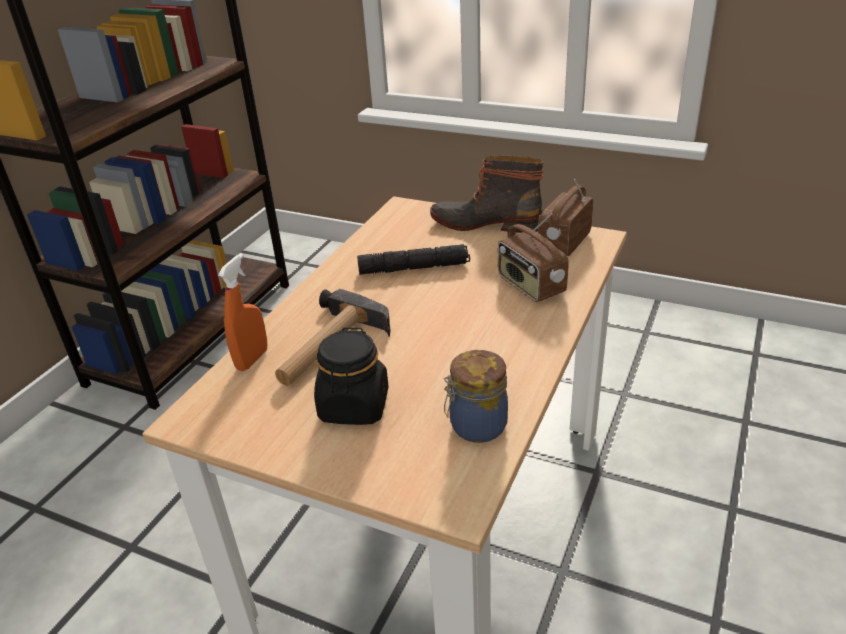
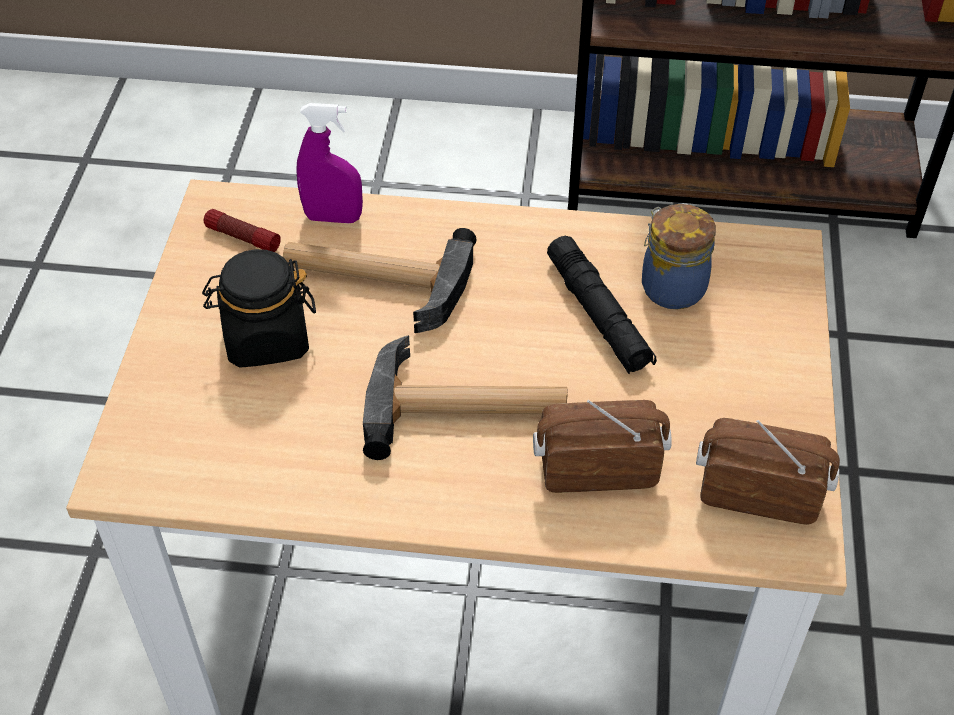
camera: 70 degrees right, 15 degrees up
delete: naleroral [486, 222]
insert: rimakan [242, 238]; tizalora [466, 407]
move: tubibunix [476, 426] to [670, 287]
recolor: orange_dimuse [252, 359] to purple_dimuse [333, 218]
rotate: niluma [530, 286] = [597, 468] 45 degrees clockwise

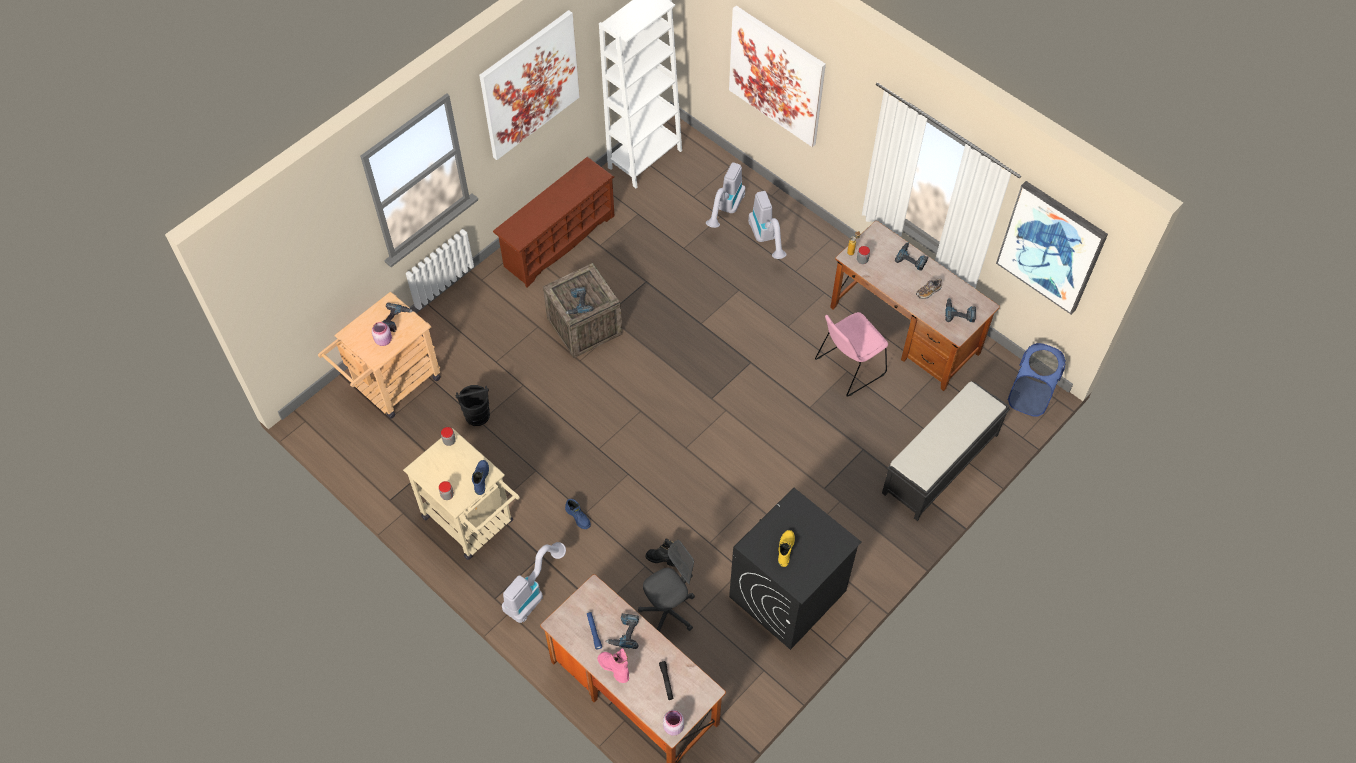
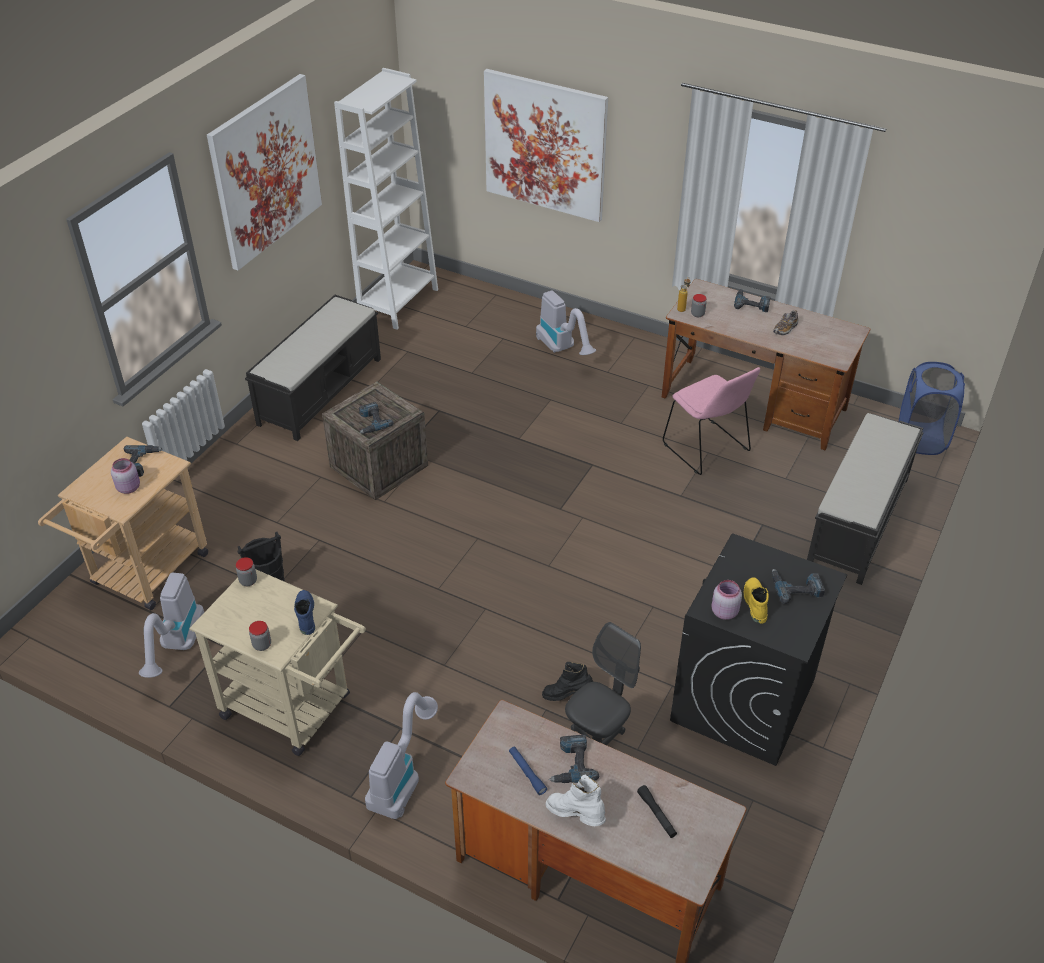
camera: 15 degrees left, 15 degrees down
delete: blue_naleroral [578, 517]; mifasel [1051, 247]
move: pink_tubibunix [673, 726] to [723, 611]; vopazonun [725, 210] to [177, 647]; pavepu [959, 312] to [796, 587]
replace: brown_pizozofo [558, 240] to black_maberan [321, 390]
recolor: pink_naleroral [615, 669] to white_naleroral [576, 816]
rotate: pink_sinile [848, 368] = [707, 449] 75 degrees counterclockwise

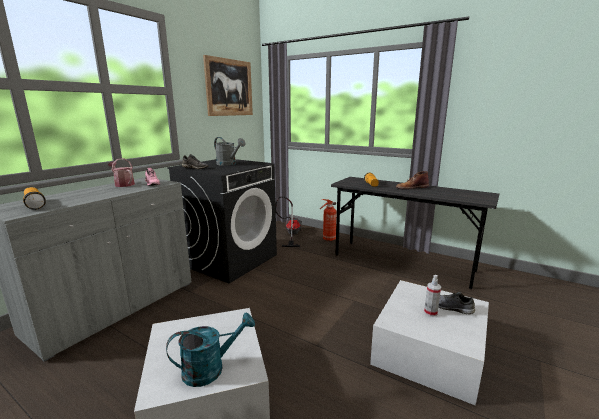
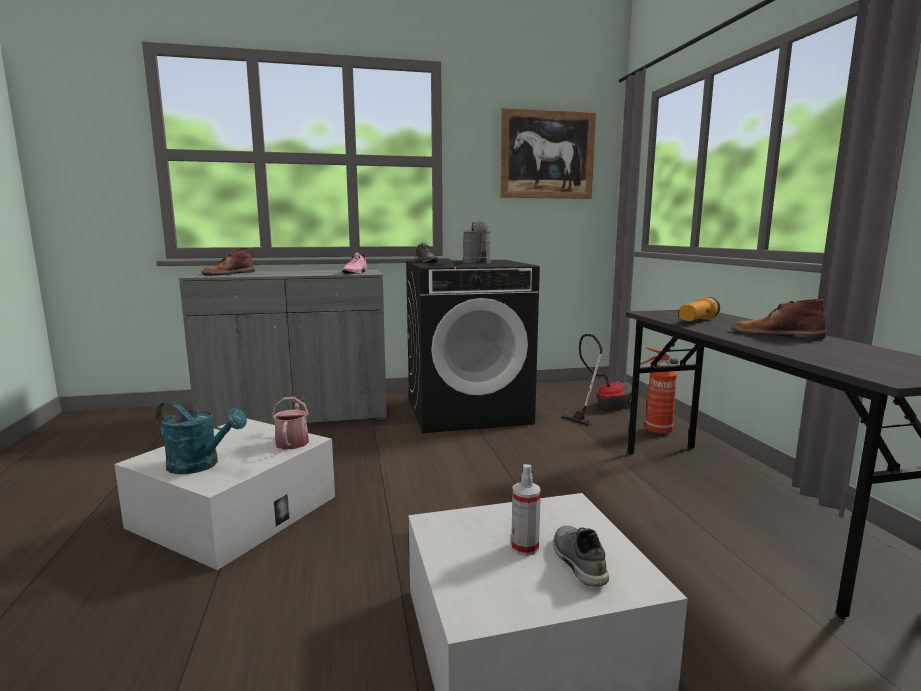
camera: 45 degrees right, 5 degrees down
move: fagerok [123, 184] to [293, 440]
replace: rimakan [35, 205] to brown_naleroral [228, 274]

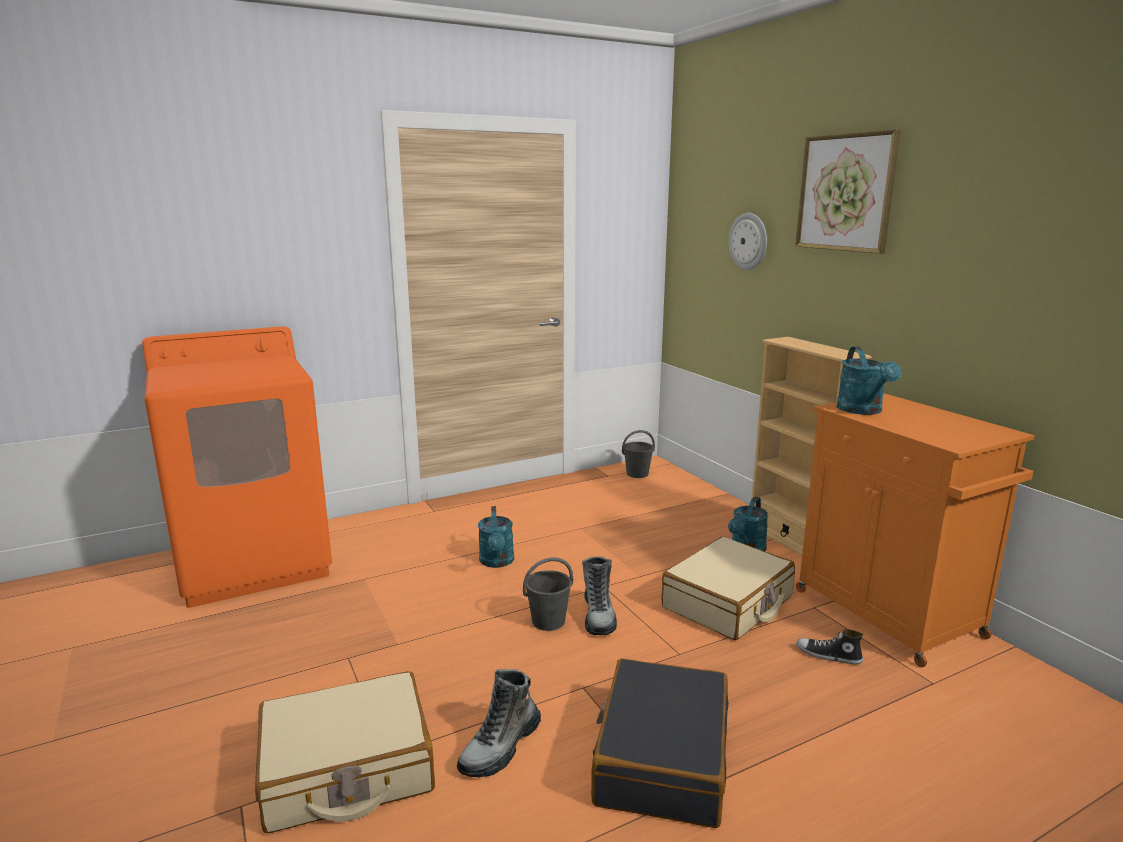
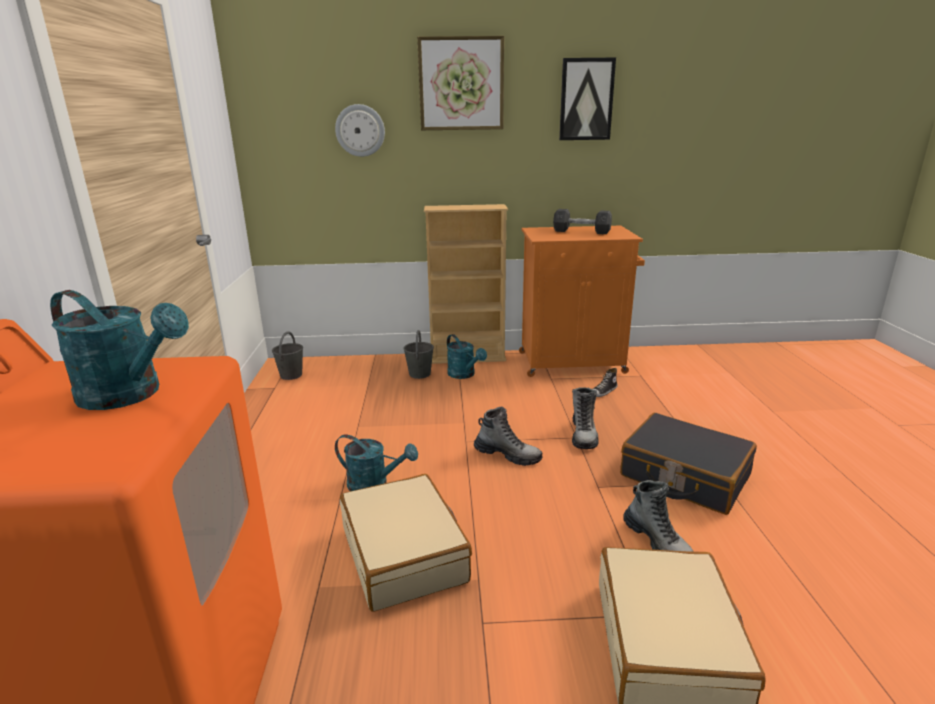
camera: 65 degrees left, 5 degrees up
insert: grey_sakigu [581, 231]; mifasel [586, 99]; naleroral [583, 435]
move: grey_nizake [549, 621] to [419, 374]; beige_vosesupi [728, 603] to [404, 554]; turquoise_fagerok [863, 411] to [130, 395]

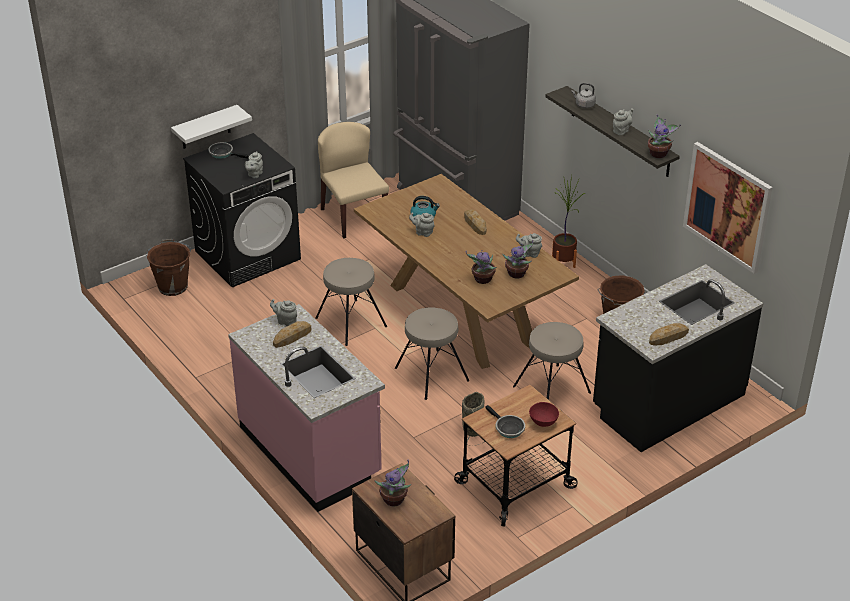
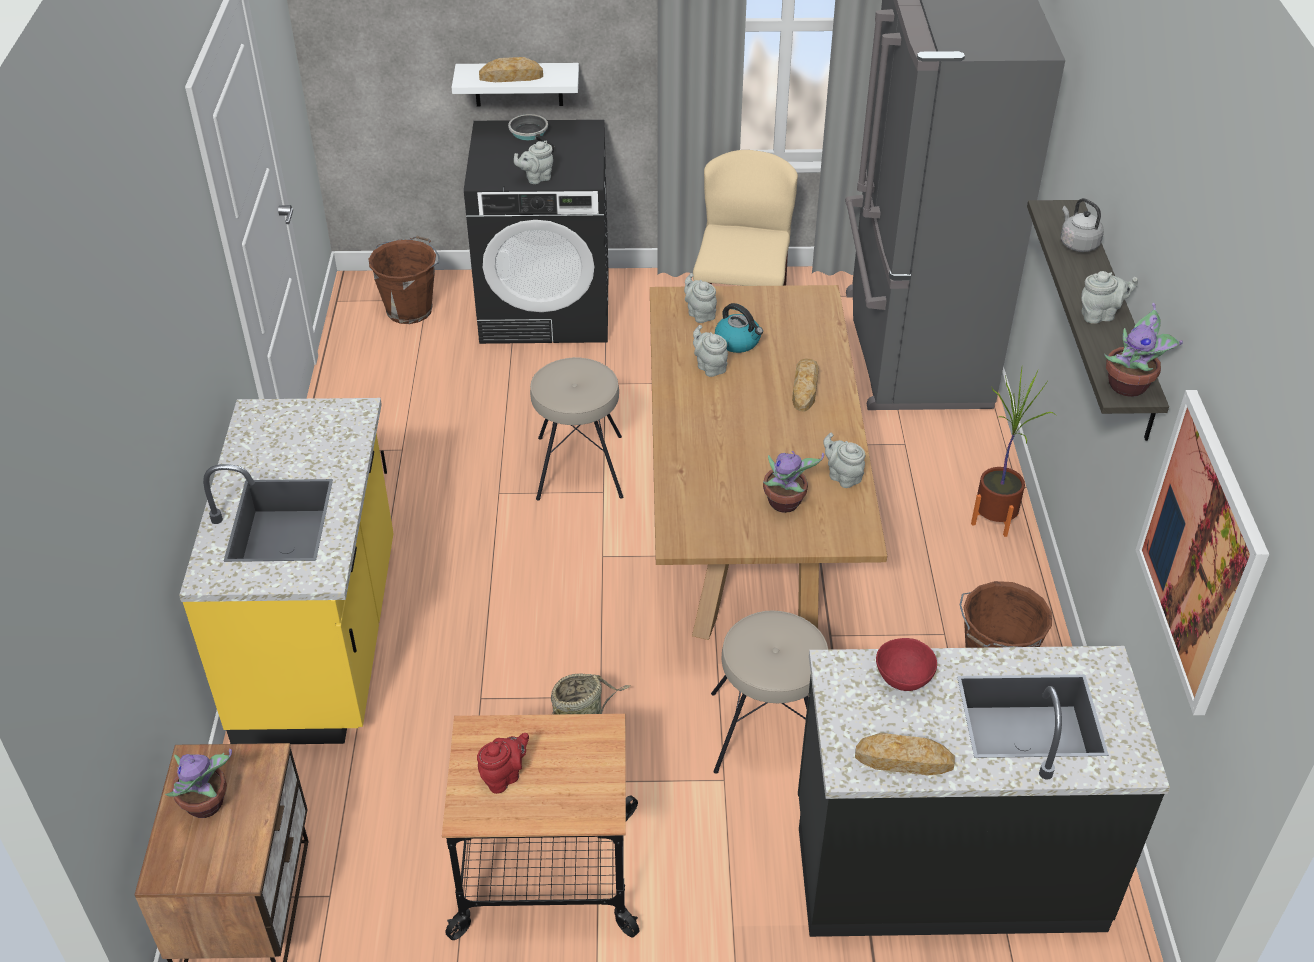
camera: 35 degrees right, 5 degrees up
delete: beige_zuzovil [431, 374]; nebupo [482, 280]
move: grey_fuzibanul [285, 321] to [700, 314]; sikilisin [292, 337] to [511, 76]; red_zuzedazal [543, 422] to [902, 679]
replace: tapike [507, 428] to red_fuzibanul [504, 776]
recolor: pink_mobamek [311, 452] to yellow_mobamek [322, 641]

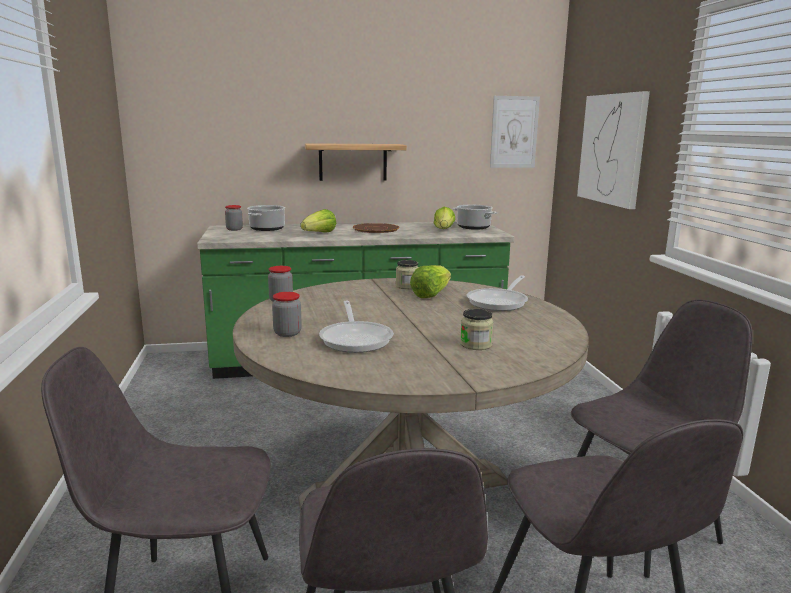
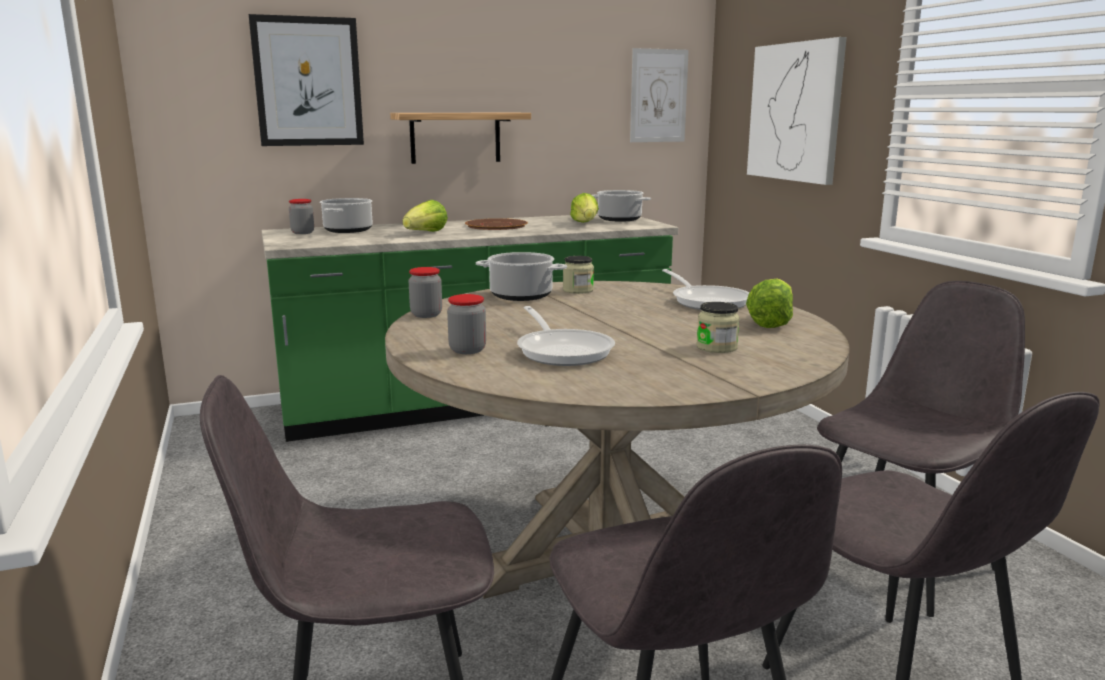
camera: 10 degrees left, 0 degrees up
insert: mifasel [308, 82]; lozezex [520, 296]
move: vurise [431, 294] to [771, 322]
rotate: tapike [499, 302] = [707, 301] 45 degrees counterclockwise

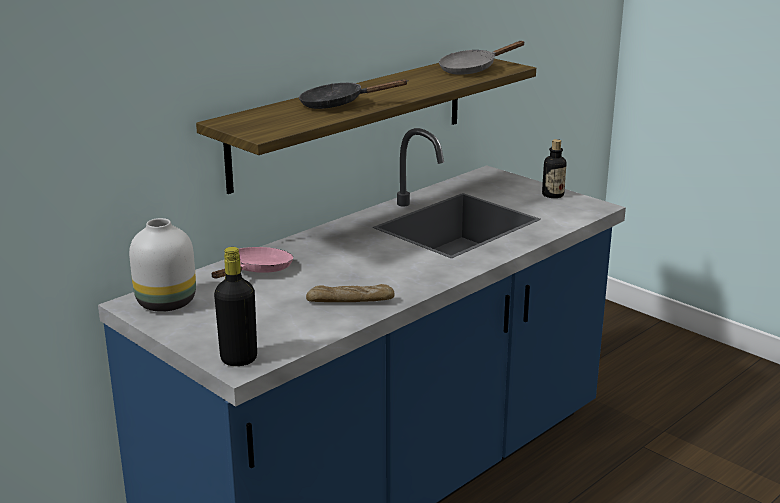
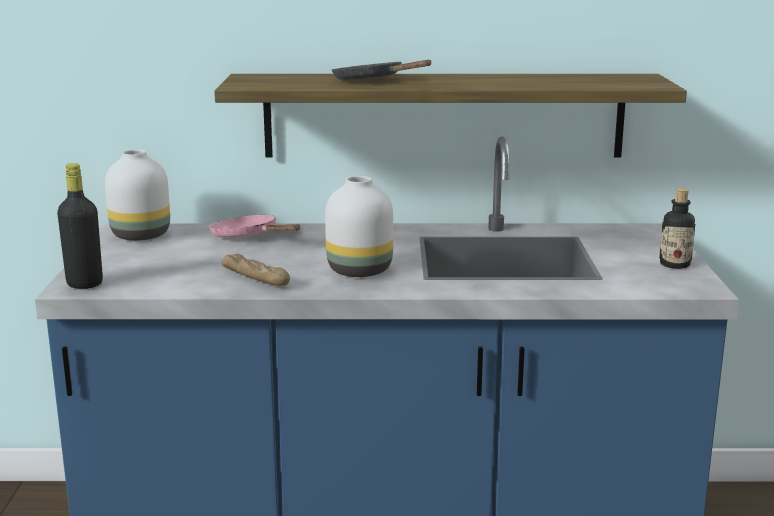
camera: 45 degrees right, 5 degrees down
delete: grey_tapike [472, 69]
insert: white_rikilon [358, 270]
rotate: pink_tapike [257, 271] = [249, 237] 120 degrees counterclockwise

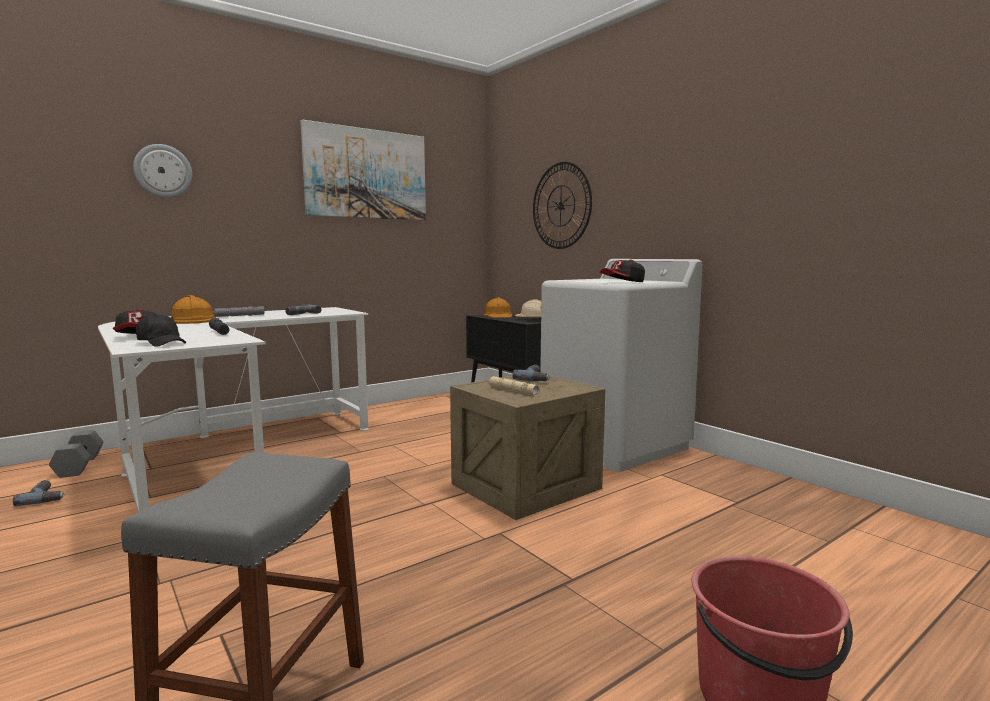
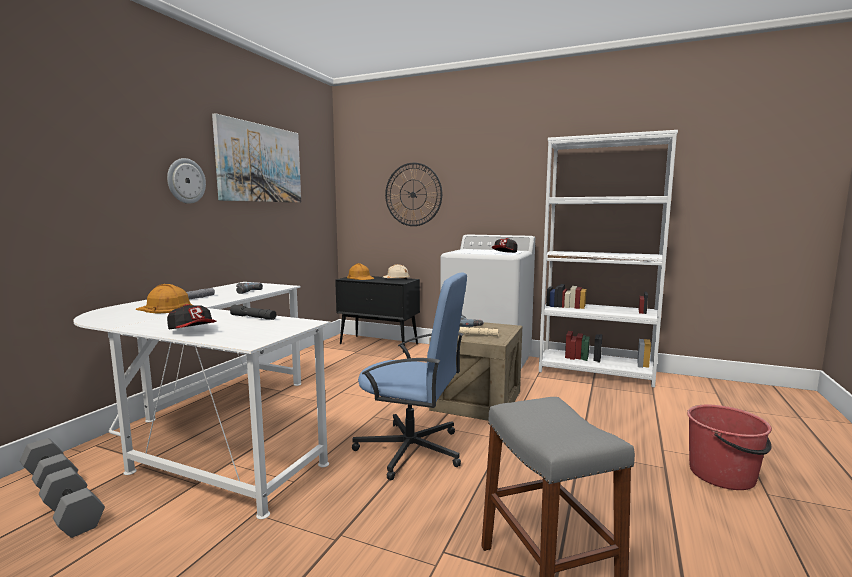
camera: 30 degrees left, 0 degrees up
delete: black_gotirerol [162, 343]
insert: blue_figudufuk [412, 450]; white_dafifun [595, 372]
move: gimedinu [163, 171] to [186, 181]
replace: pavepu [46, 497] to grey_sakigu [71, 516]

